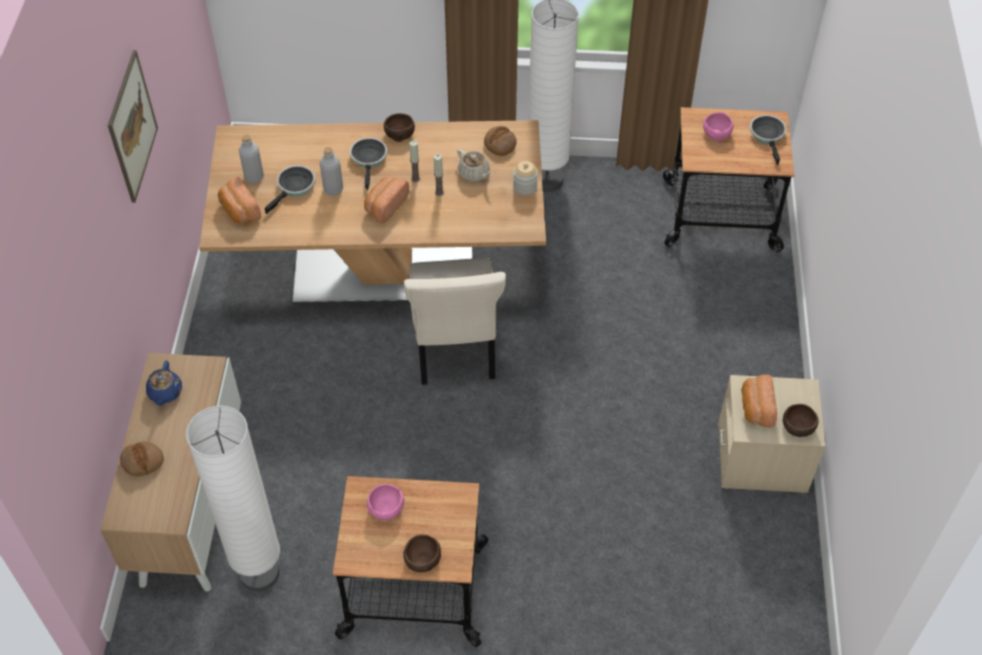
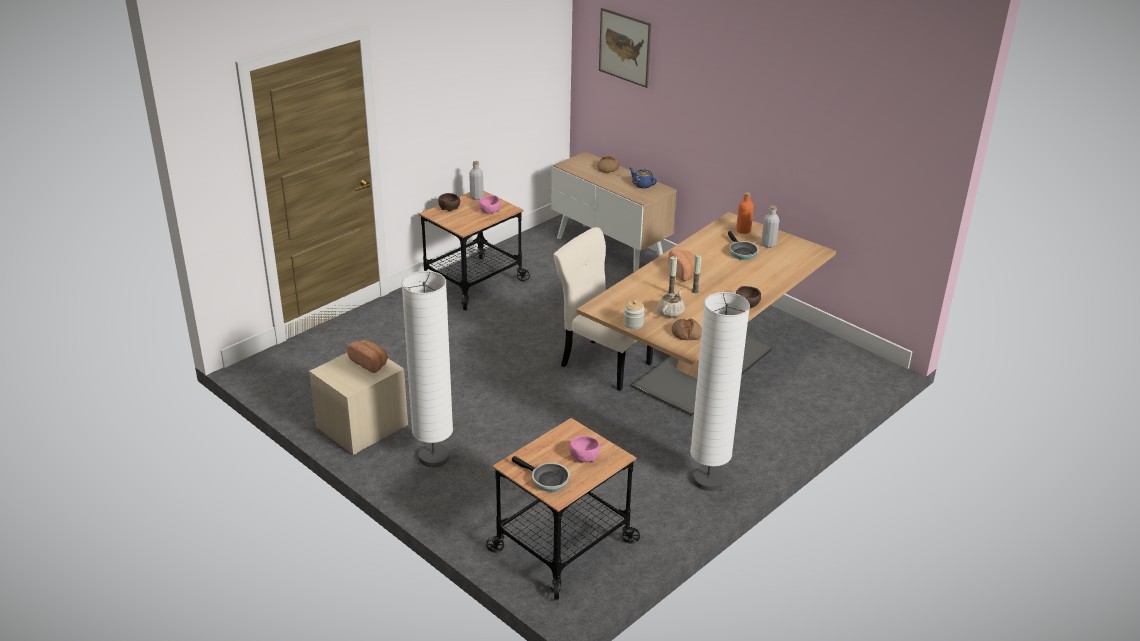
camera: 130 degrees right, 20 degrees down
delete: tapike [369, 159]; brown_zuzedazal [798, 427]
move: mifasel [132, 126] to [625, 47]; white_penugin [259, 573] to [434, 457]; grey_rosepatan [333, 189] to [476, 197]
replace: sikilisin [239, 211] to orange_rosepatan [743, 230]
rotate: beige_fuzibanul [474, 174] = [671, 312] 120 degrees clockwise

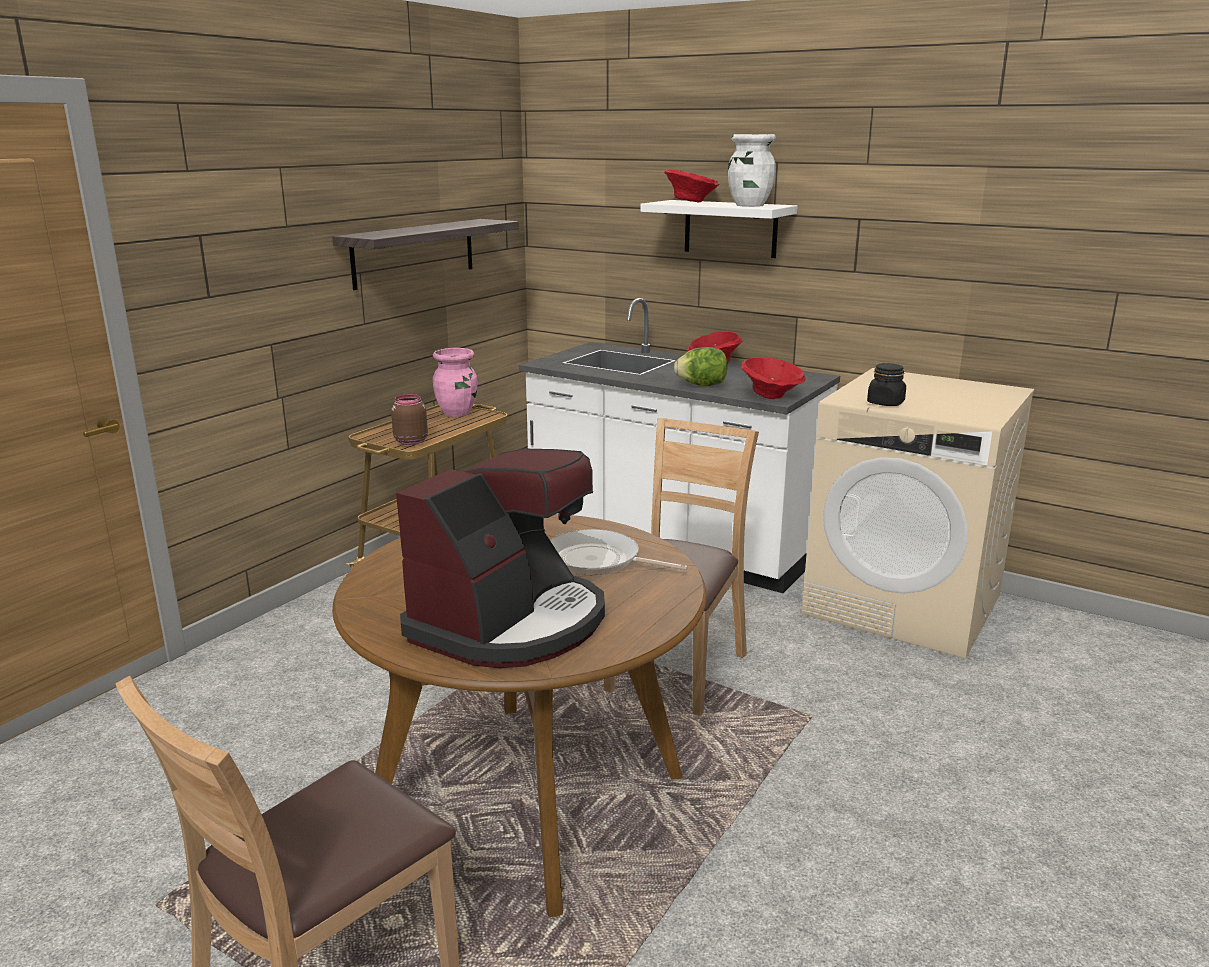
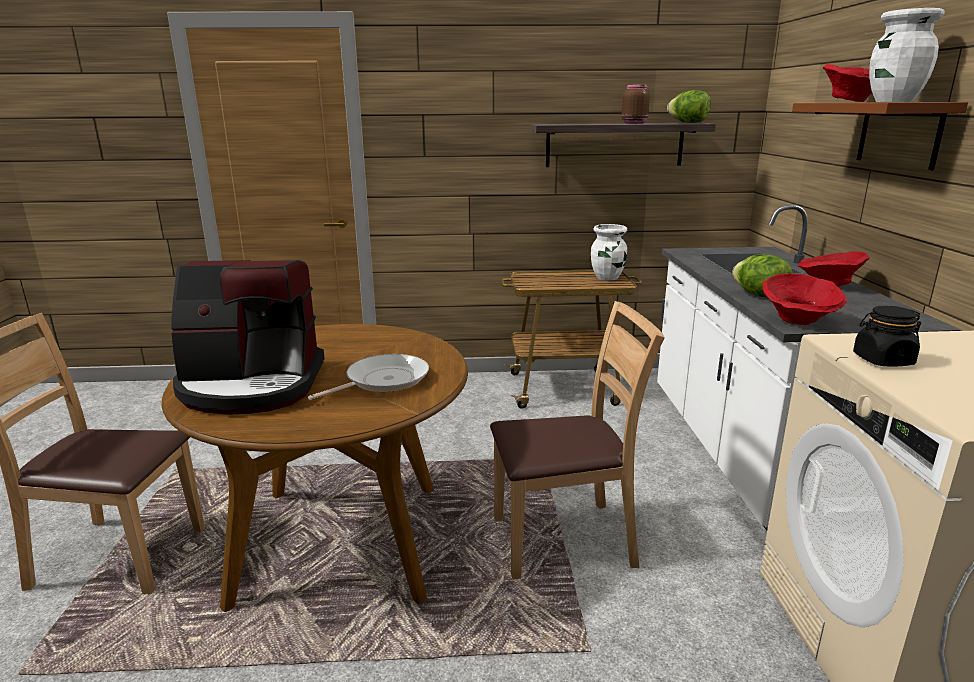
camera: 55 degrees right, 0 degrees up
insert: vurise [688, 123]
move: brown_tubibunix [410, 441] to [634, 123]
recolor: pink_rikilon [457, 413] to white_rikilon [607, 277]; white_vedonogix [730, 228] to brown_vedonogix [899, 133]
rotate: tapike [597, 561] = [383, 380] 60 degrees clockwise

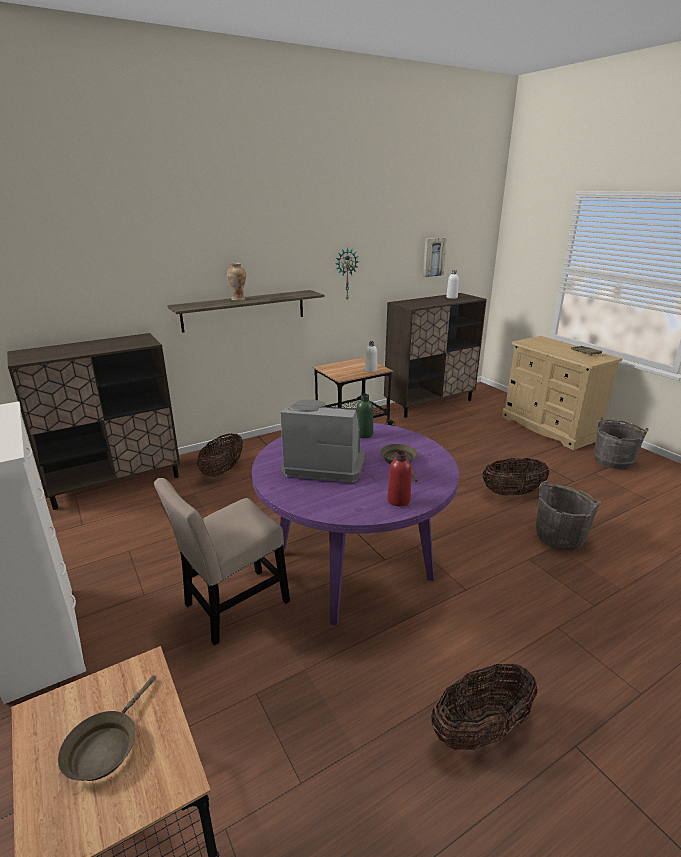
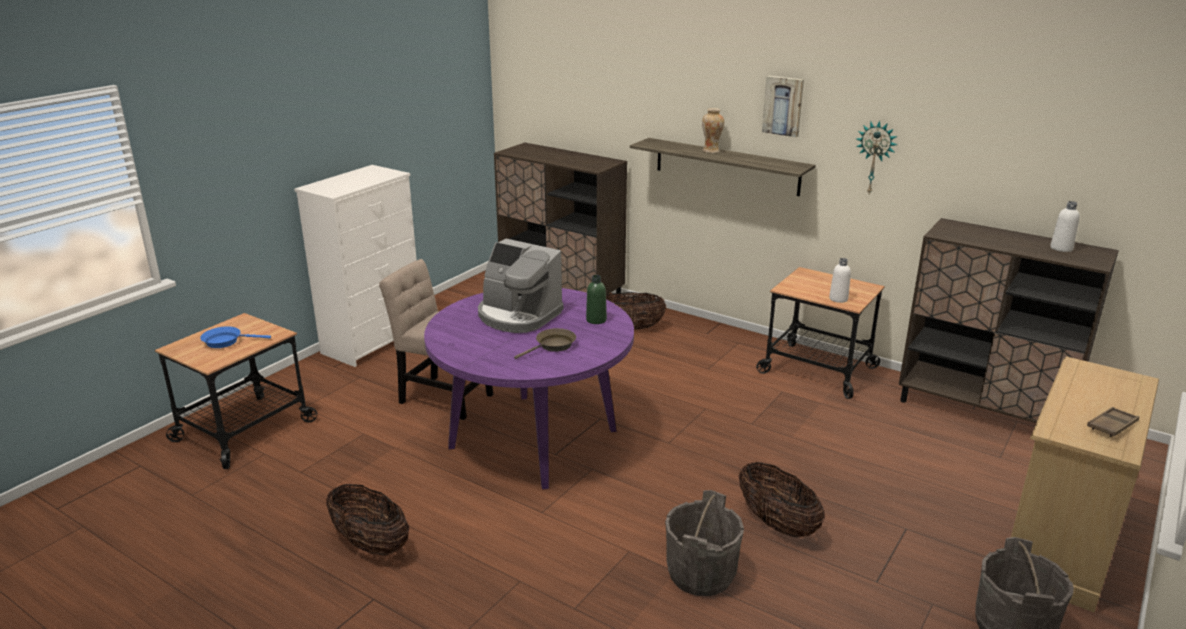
camera: 65 degrees right, 0 degrees up
delete: red_rosepatan [398, 500]
move: mifasel [433, 257] to [783, 105]
recolor: brown_tapike [105, 746] to blue_tapike [226, 341]
rotate: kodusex [324, 464] = [518, 315] 135 degrees clockwise

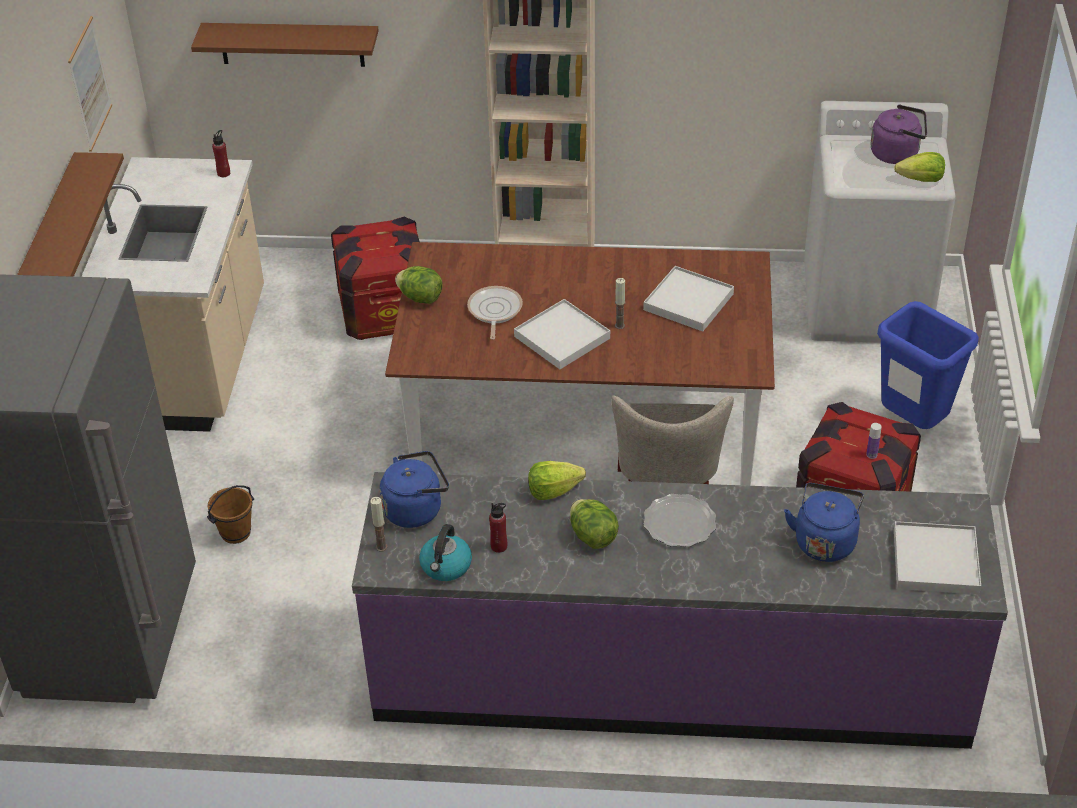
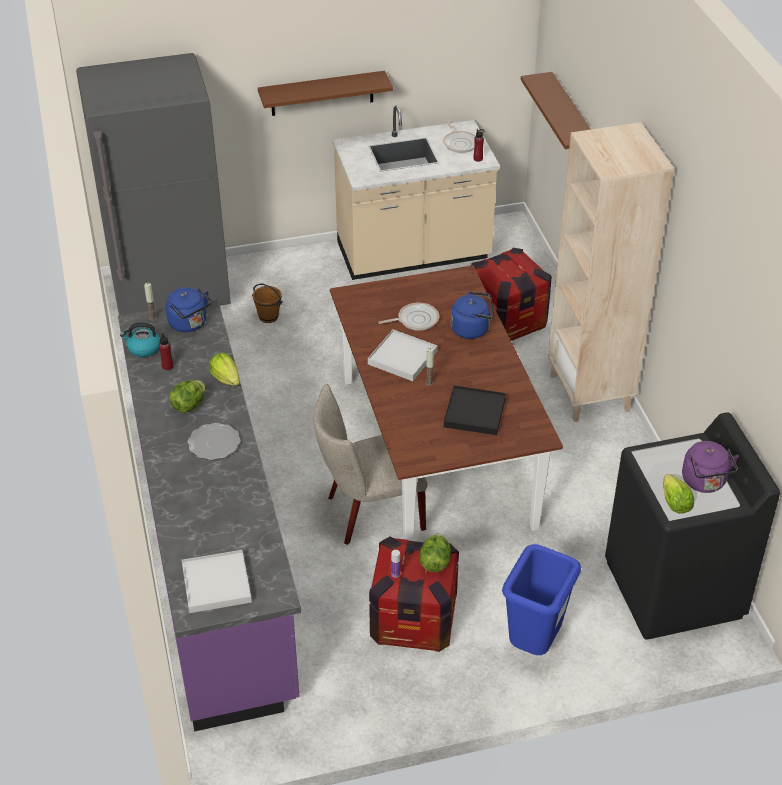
camera: 70 degrees right, 0 degrees up
delete: mifasel [90, 84]
insert: tapike [460, 143]
move: vurise [420, 298] to [435, 562]; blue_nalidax [825, 540] to [472, 329]
recolor: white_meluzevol [688, 302] to black_meluzevol [474, 413]; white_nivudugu [866, 304] to black_nivudugu [674, 590]

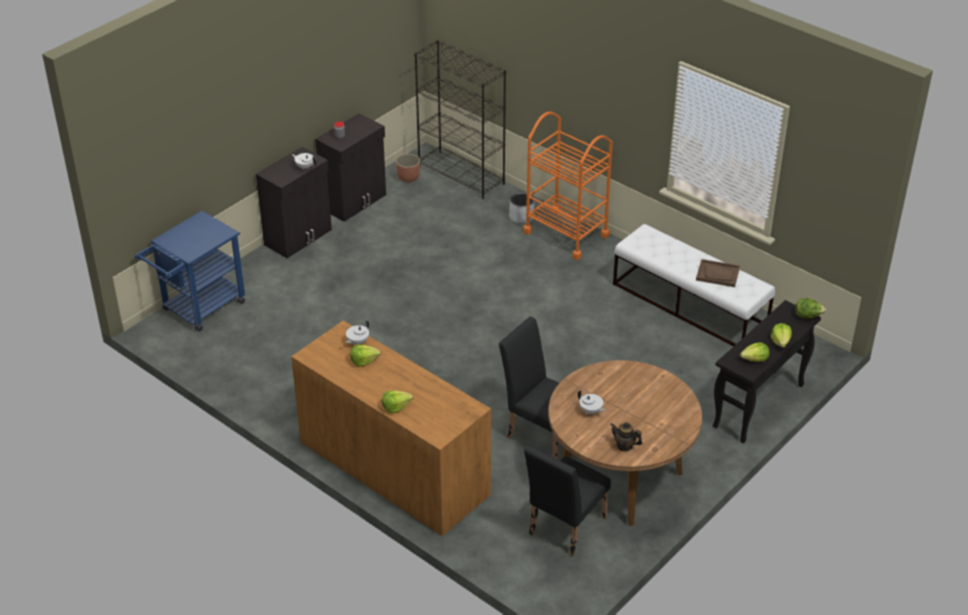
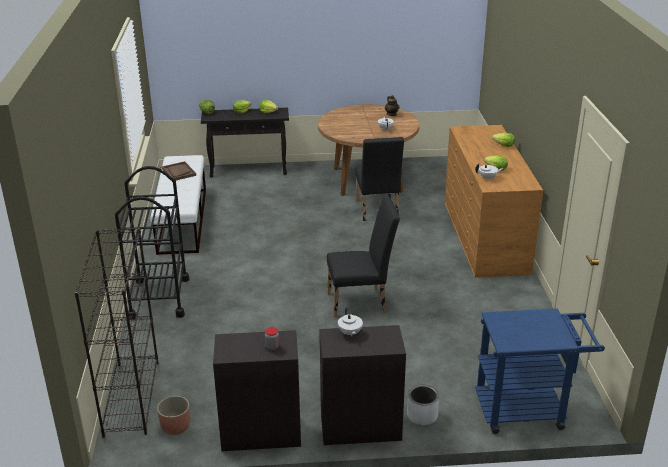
camera: 135 degrees left, 10 degrees down
move: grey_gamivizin [521, 217] to [422, 415]; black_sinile [563, 529] to [361, 302]
recolor: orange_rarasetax [566, 234] to black_rarasetax [159, 298]

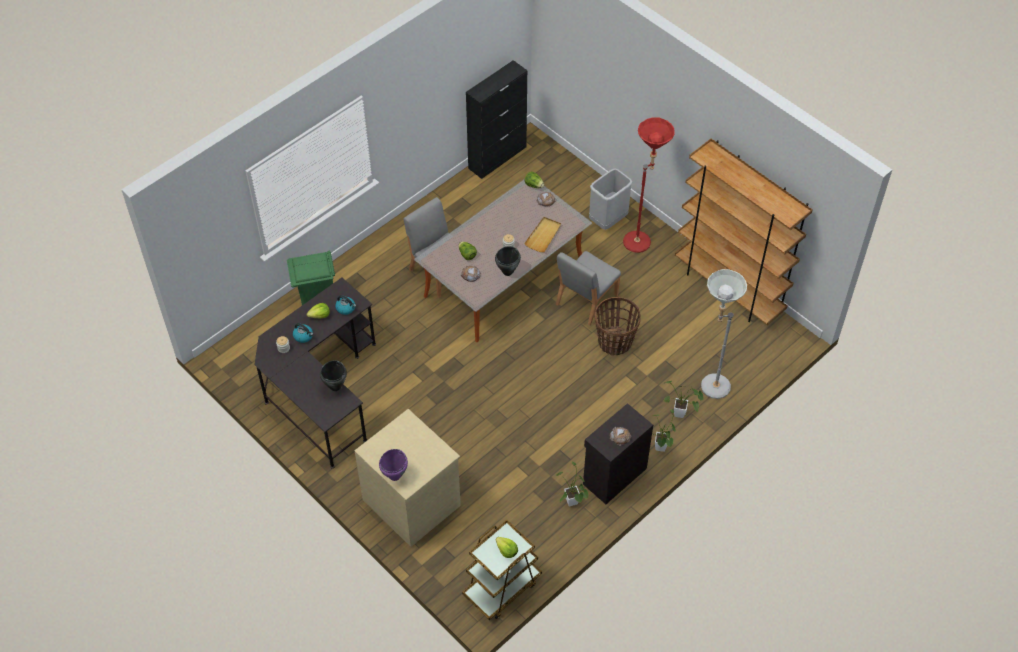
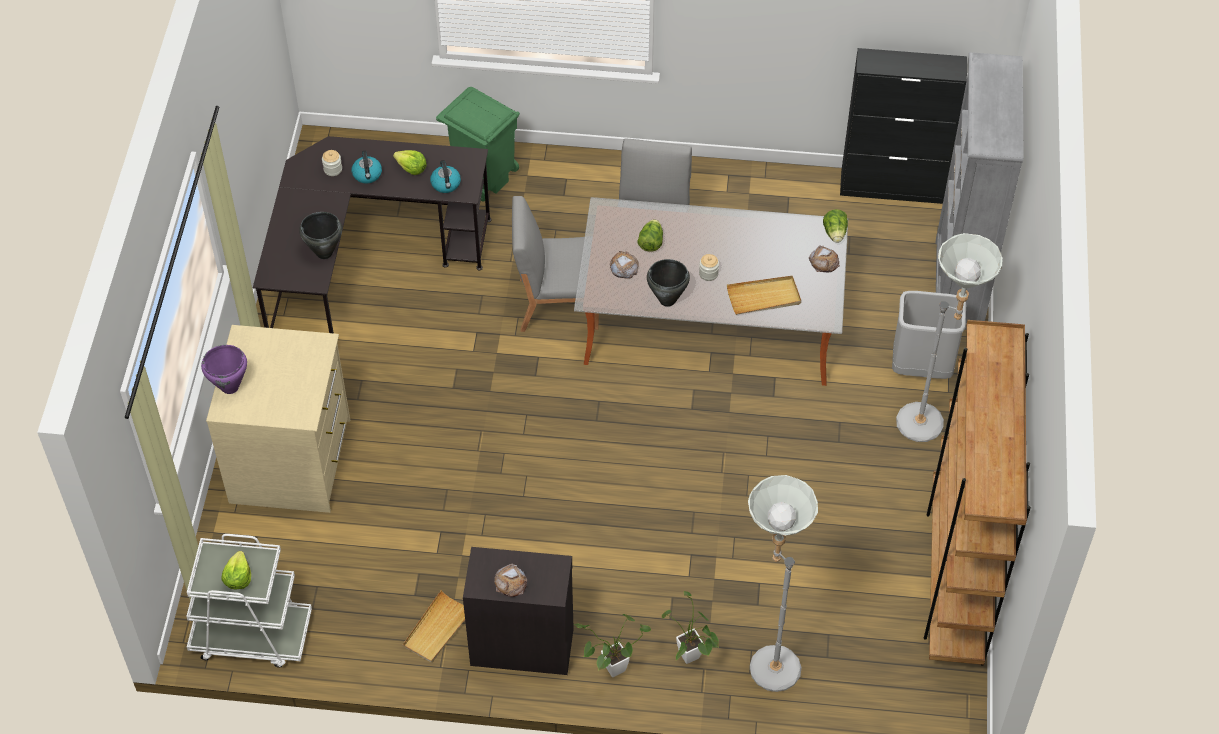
camera: 50 degrees right, 0 degrees up
delete: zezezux [615, 342]
insert: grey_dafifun [957, 288]
move: grey_sinile [586, 300] to [557, 303]
replace: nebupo [572, 504] to beige_meluzevol [437, 629]
recolor: brown_rarasetax [502, 587] to white_rarasetax [251, 635]; red_penugin [641, 239] to grey_penugin [930, 425]

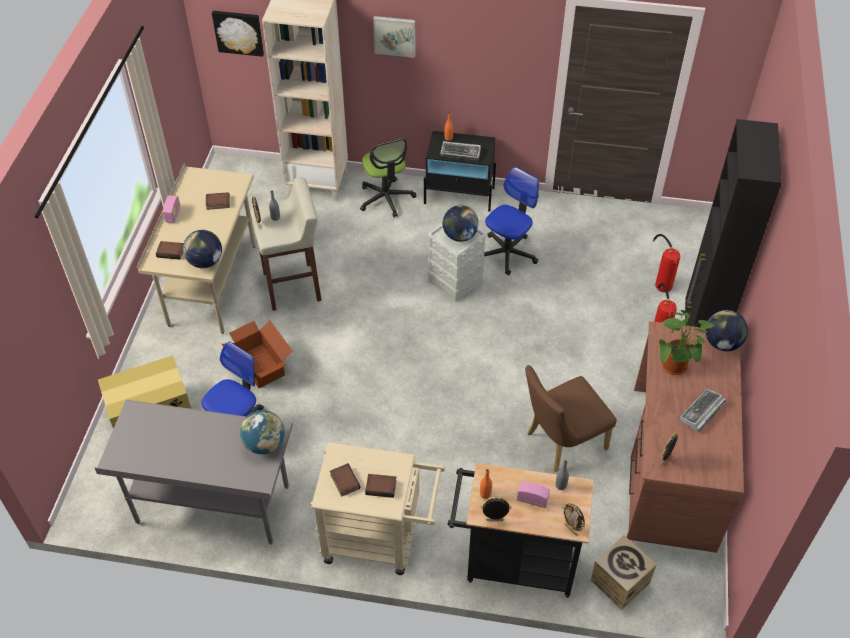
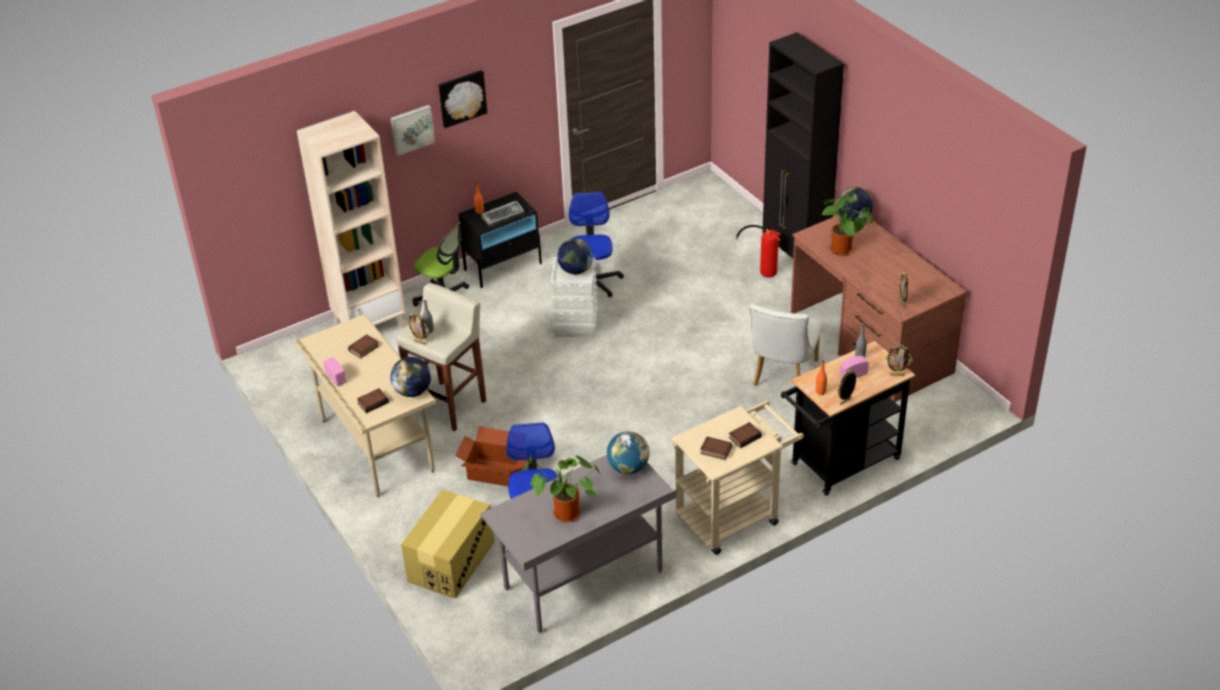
camera: 40 degrees left, 10 degrees down
delete: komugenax [619, 582]; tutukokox [661, 279]; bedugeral [701, 412]
insert: nebupo [564, 515]
move: mifasel [238, 32] to [462, 98]
recolor: brown_sinile [561, 443] to white_sinile [782, 376]

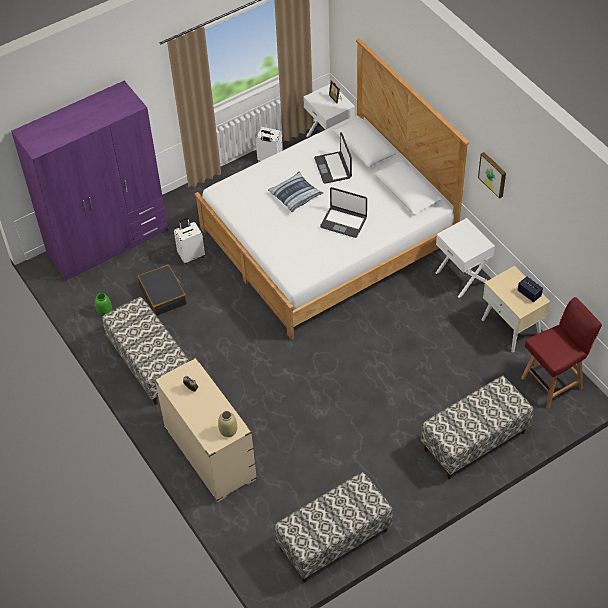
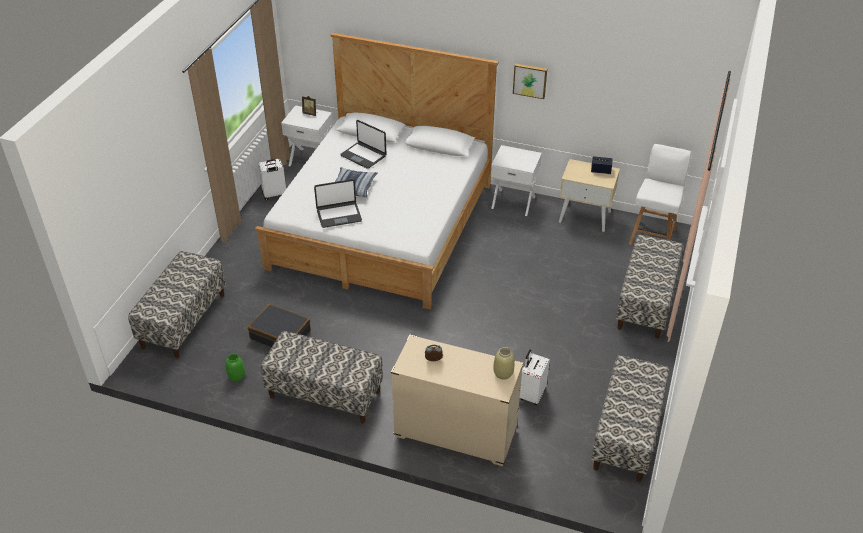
camera: 40 degrees left, 10 degrees down
move: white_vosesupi [191, 255] to [531, 394]; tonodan [343, 222] to [339, 215]
replace: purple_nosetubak [108, 242] to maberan [183, 320]
recolor: red_sinile [553, 382] to white_sinile [652, 236]

